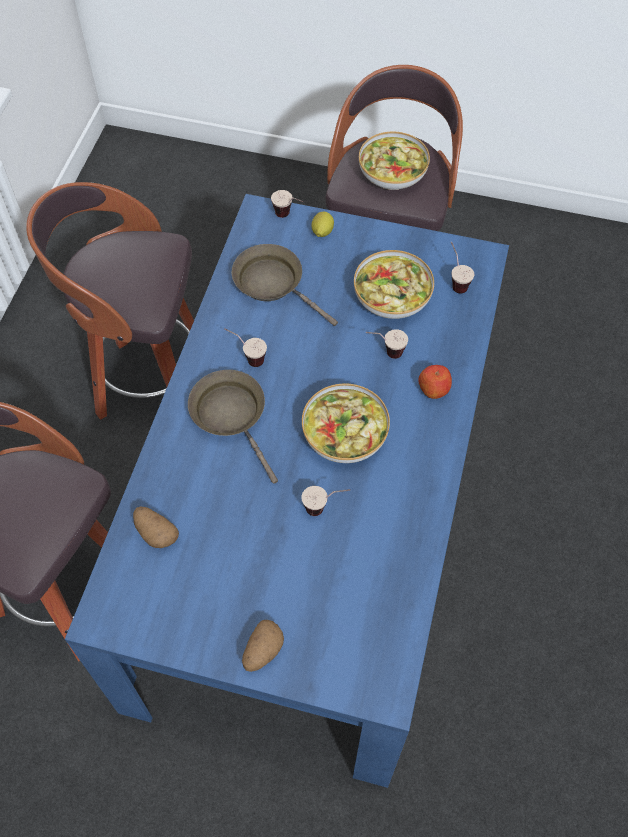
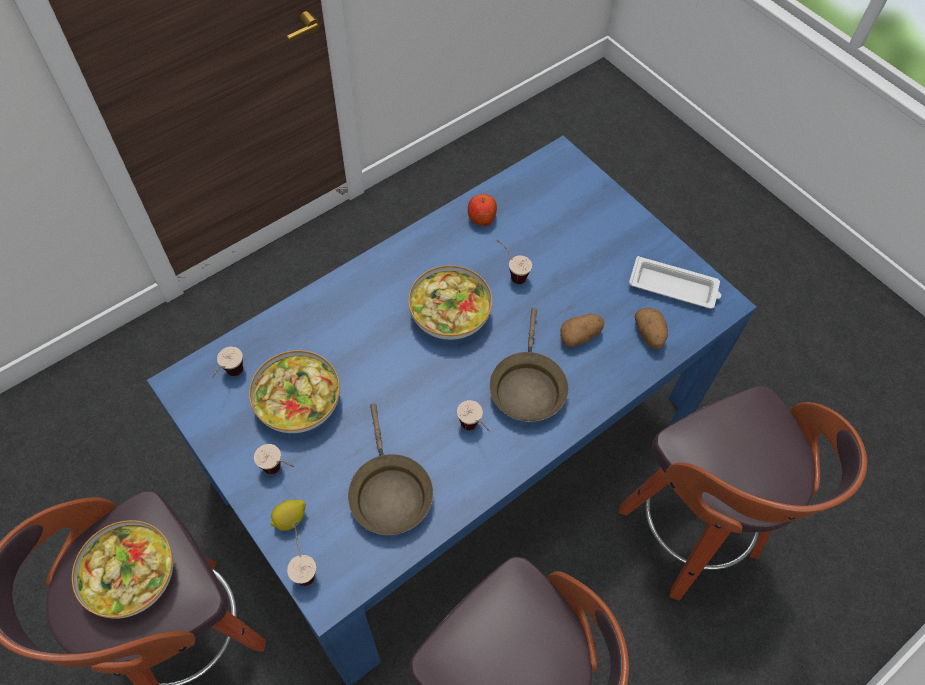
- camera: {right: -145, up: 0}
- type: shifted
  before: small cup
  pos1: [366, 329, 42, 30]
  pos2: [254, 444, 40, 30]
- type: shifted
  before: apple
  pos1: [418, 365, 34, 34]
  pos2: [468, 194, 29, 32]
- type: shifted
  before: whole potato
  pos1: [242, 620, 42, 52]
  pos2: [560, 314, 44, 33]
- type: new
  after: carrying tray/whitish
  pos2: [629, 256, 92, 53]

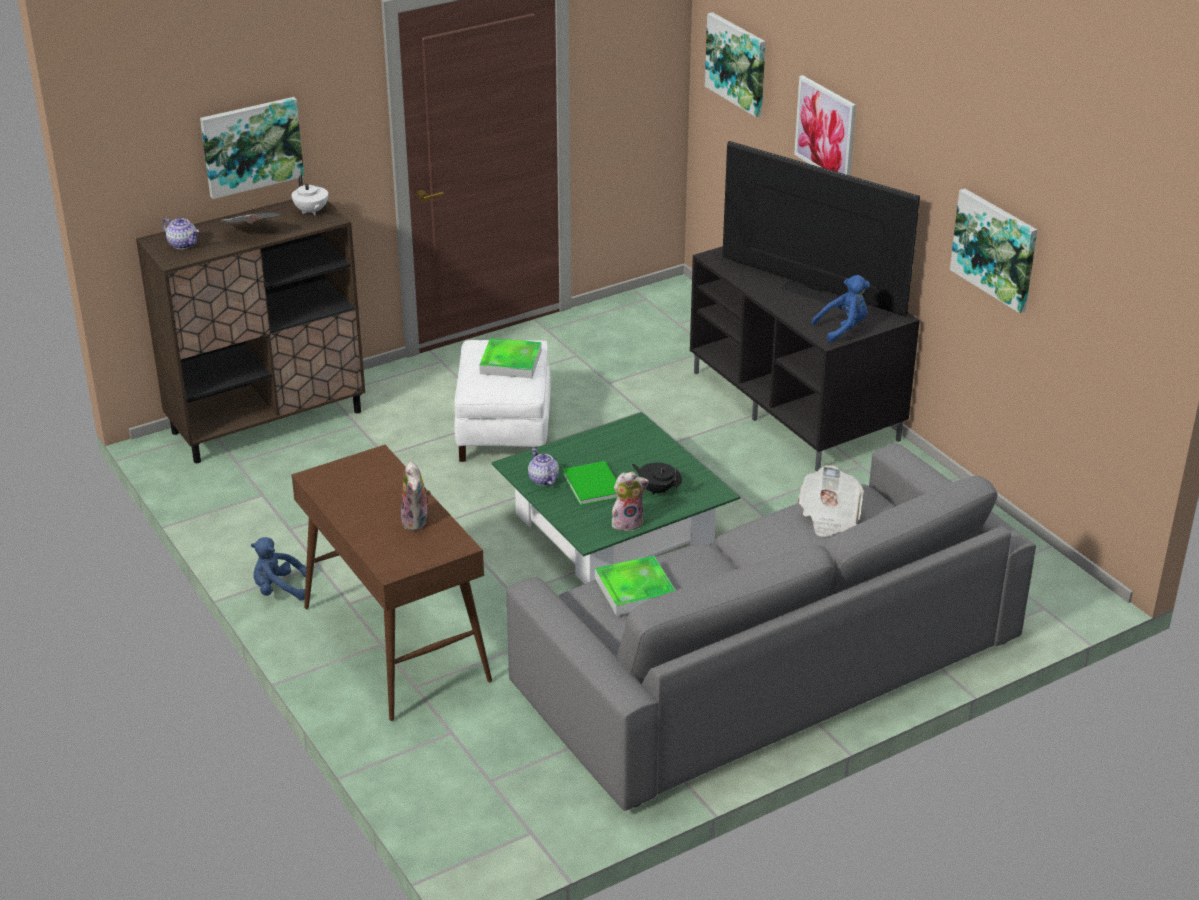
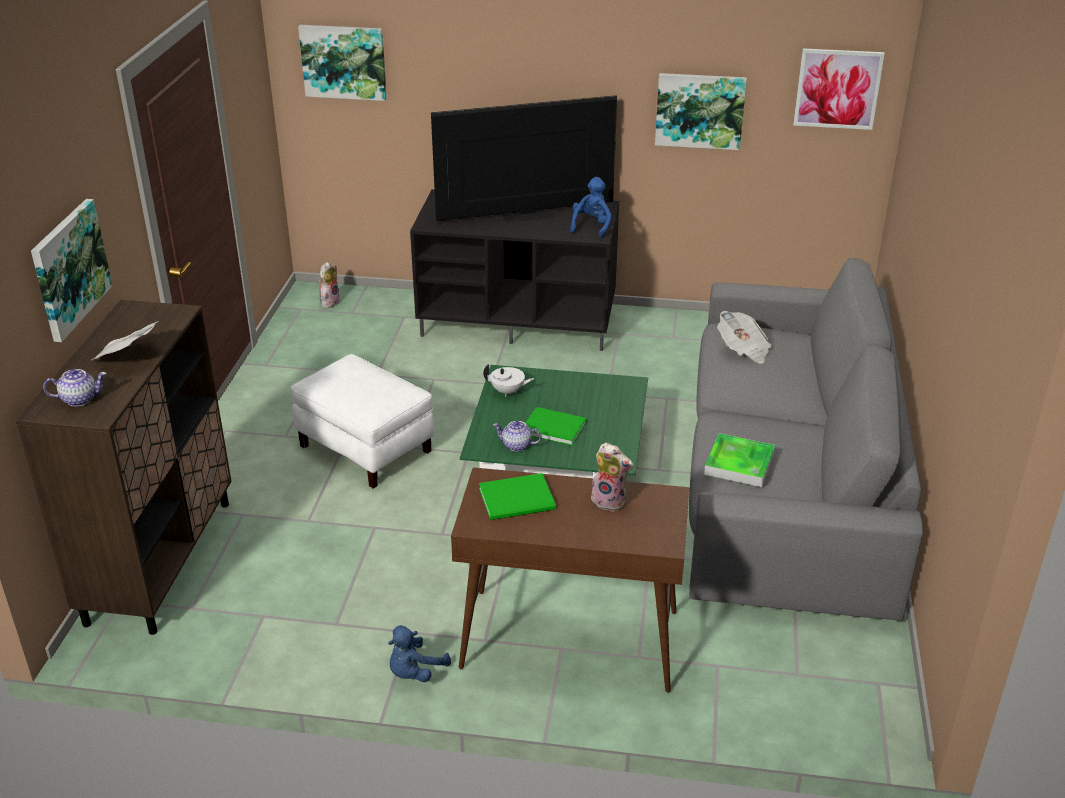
- camera: {right: -50, up: 0}
- type: shifted
  before: picture
  pos1: [794, 75, 62, 101]
  pos2: [793, 48, 92, 82]
- type: shifted
  before: teapot/whitish
  pos1: [291, 175, 37, 40]
  pos2: [483, 364, 51, 33]
- type: gone
  before: carrying tray
  pos1: [479, 338, 63, 40]
- type: gone
  before: teapot/black-coloured
  pos1: [632, 463, 50, 32]
- type: shifted
  before: plush toy
  pos1: [612, 472, 37, 59]
  pos2: [318, 261, 22, 47]
- type: new
  after: book/greenish
  pos2: [479, 473, 77, 47]

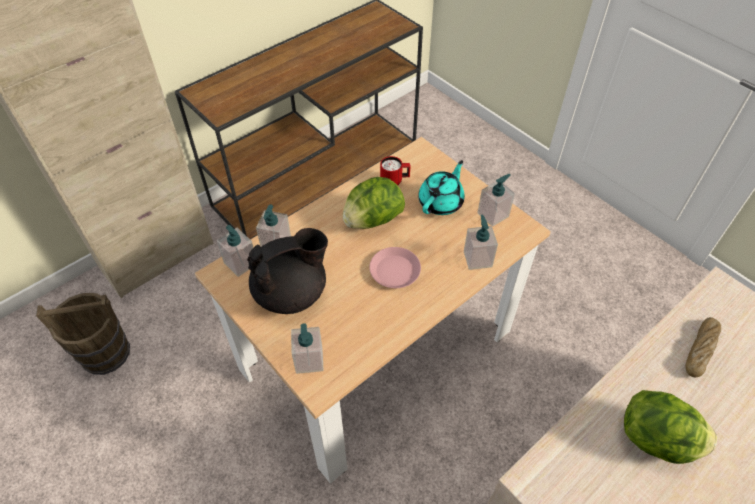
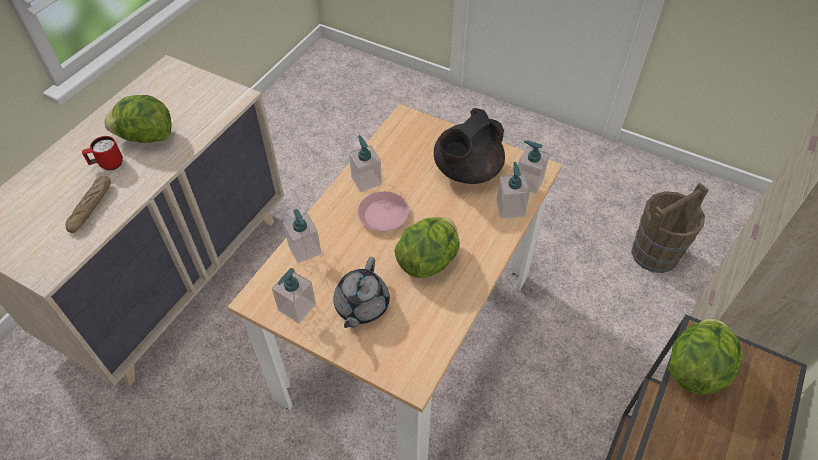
- camera: {right: 160, up: 0}
- type: shifted
  before: coffee mug/reddish
  pos1: [380, 156, 31, 29]
  pos2: [82, 136, 41, 34]
- type: repainted
  before: teapot/blue-green
  after: teapot/greyish
  pos1: [418, 160, 47, 55]
  pos2: [333, 257, 57, 71]
- type: shifted
  before: liquid soap bottle
  pos1: [291, 323, 33, 51]
  pos2: [349, 135, 33, 57]
- type: new
  after: lettuce
  pos2: [669, 318, 74, 76]

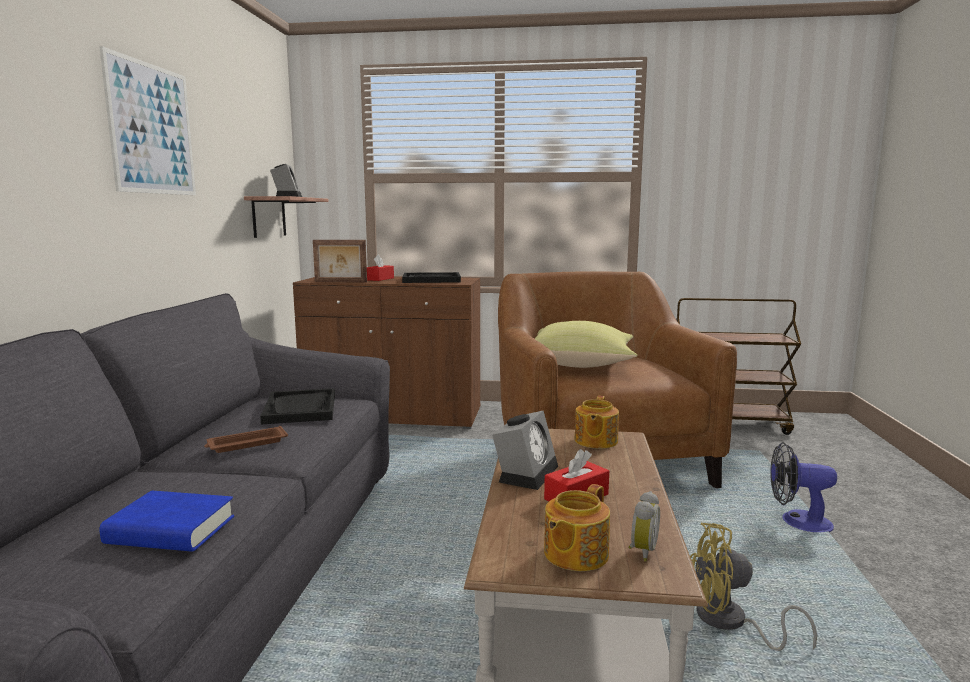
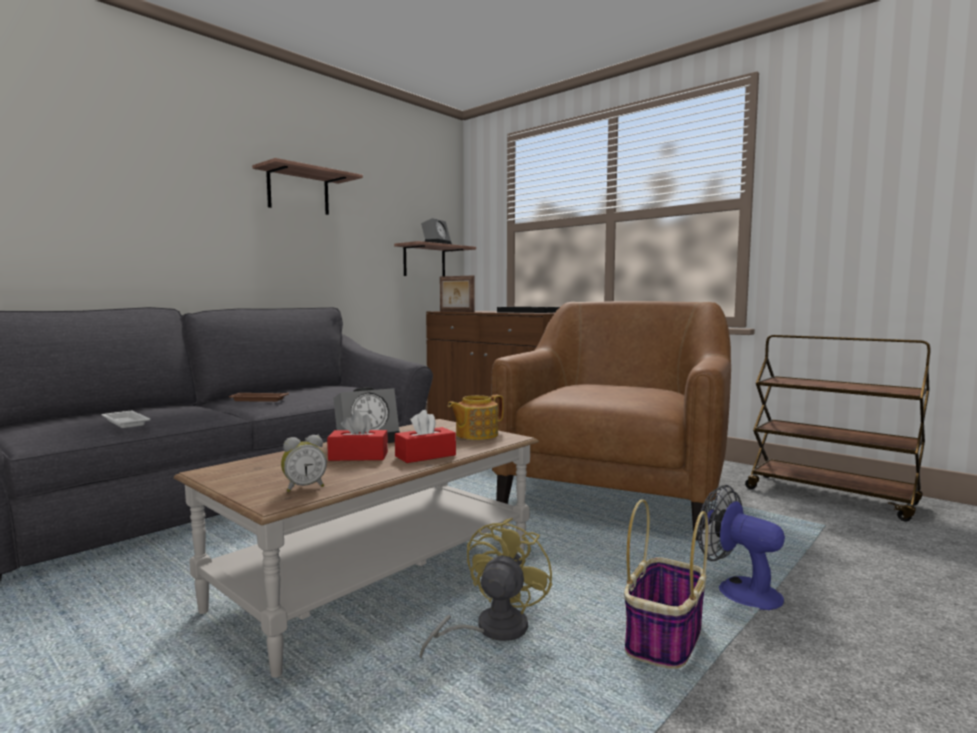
- camera: {right: 35, up: -5}
- type: swapped
  before: picture
  after: shelf
  pos1: [99, 46, 97, 149]
  pos2: [252, 158, 111, 57]
- type: shifted
  before: box of tissues/reddish
  pos1: [367, 254, 27, 27]
  pos2: [395, 410, 61, 53]
- type: gone
  before: pillow/yellowish
  pos1: [535, 321, 103, 47]
- type: gone
  before: carrying tray/black-coloured
  pos1: [260, 388, 75, 36]
- type: gone
  before: teapot
  pos1: [544, 484, 66, 87]
- type: swapped
  before: book/blue-coloured
  after: carrying tray/whitish
  pos1: [99, 491, 135, 61]
  pos2: [101, 411, 50, 17]
- type: rotated
  before: fan/yellowish
  pos1: [690, 523, 127, 128]
  pos2: [420, 518, 133, 141]
  turn: 75
- type: new
  after: basket
  pos2: [624, 499, 84, 170]

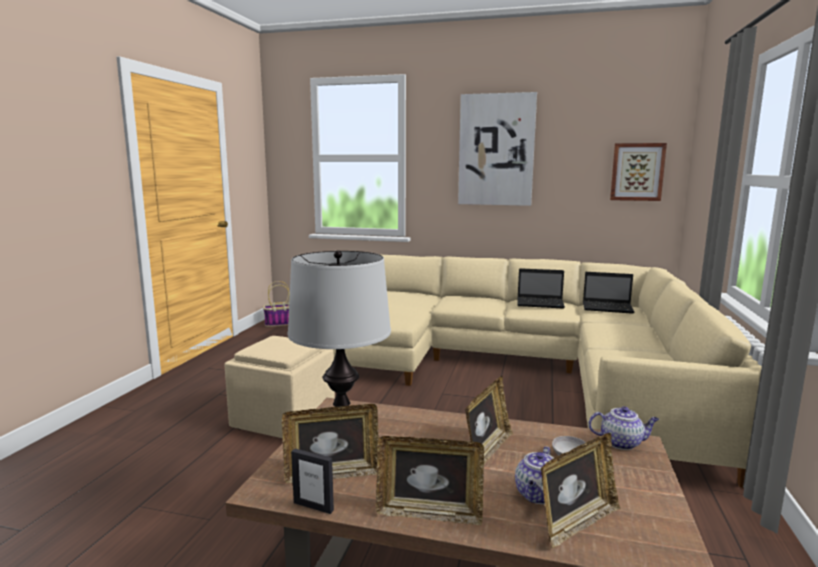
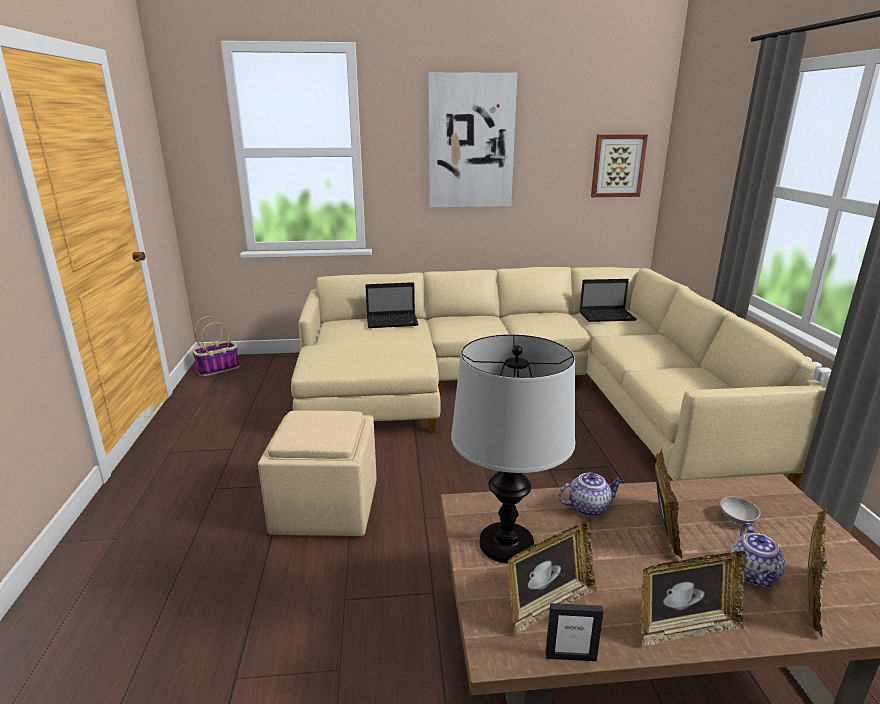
- camera: {right: -20, up: 10}
- type: shifted
  before: notebook computer
  pos1: [517, 268, 48, 41]
  pos2: [365, 282, 54, 46]
- type: shifted
  before: teapot
  pos1: [588, 406, 71, 44]
  pos2: [558, 473, 65, 43]

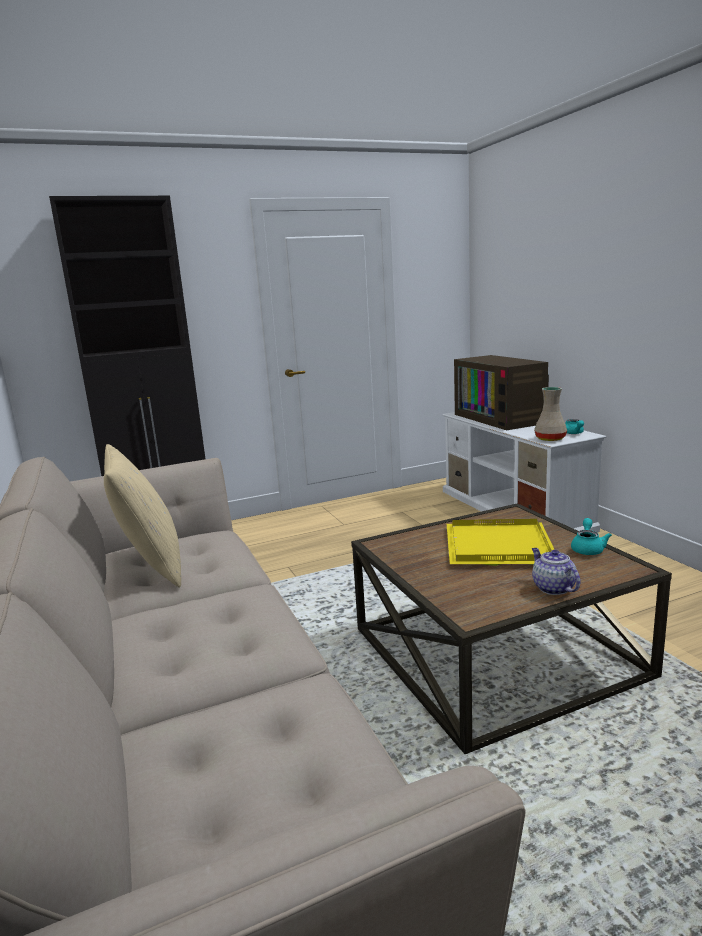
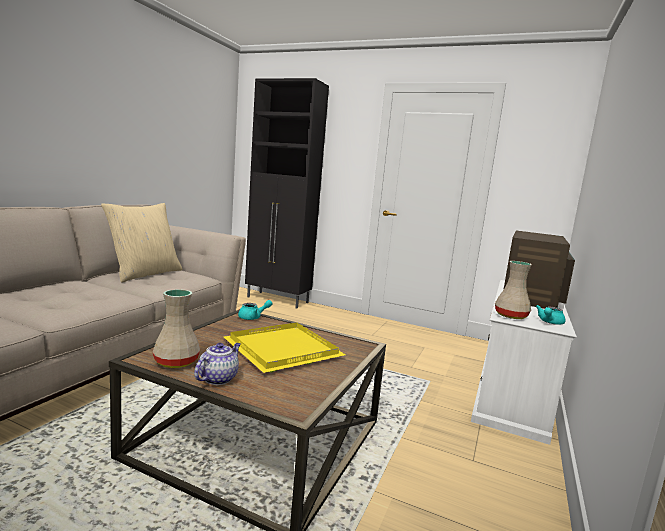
- camera: {right: 45, up: -5}
- type: shifted
  before: teapot/blue-green
  pos1: [571, 518, 41, 37]
  pos2: [238, 300, 35, 20]
- type: new
  after: flower vase/beige
  pos2: [152, 289, 48, 79]

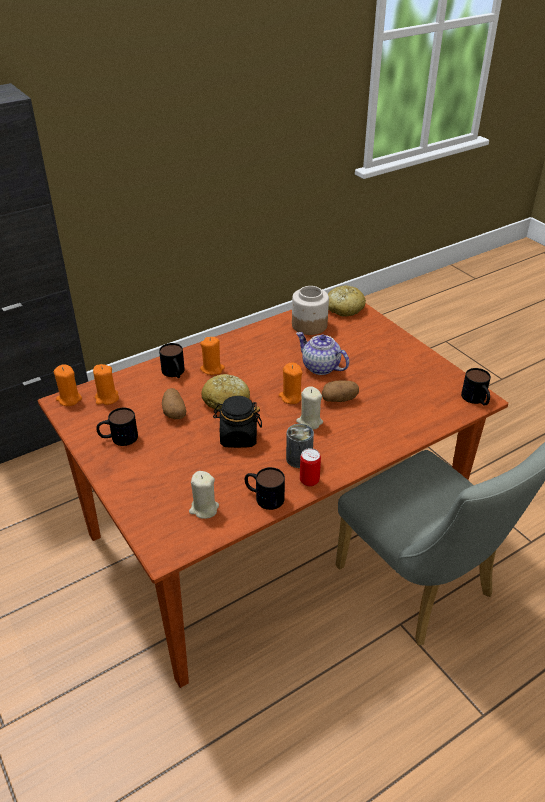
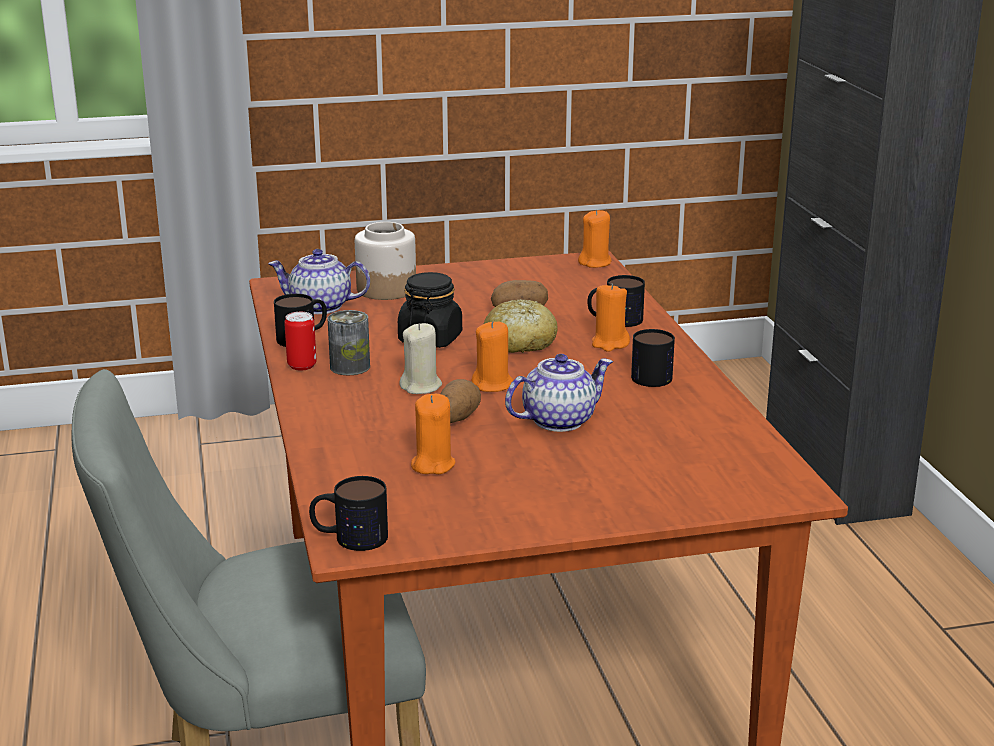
- camera: {right: 110, up: -15}
- type: shifted
  before: preserve jar
  pos1: [292, 286, 37, 49]
  pos2: [355, 222, 61, 78]
- type: gone
  before: bread
  pos1: [328, 286, 38, 30]
- type: shifted
  before: candle/orange-coloured
  pos1: [93, 364, 26, 41]
  pos2: [411, 394, 44, 80]
- type: shifted
  before: coffee mug
  pos1: [96, 407, 42, 39]
  pos2: [631, 329, 44, 58]
- type: swapped
  before: candle/beige
  after: teapot
  pos1: [189, 471, 30, 48]
  pos2: [268, 249, 102, 65]

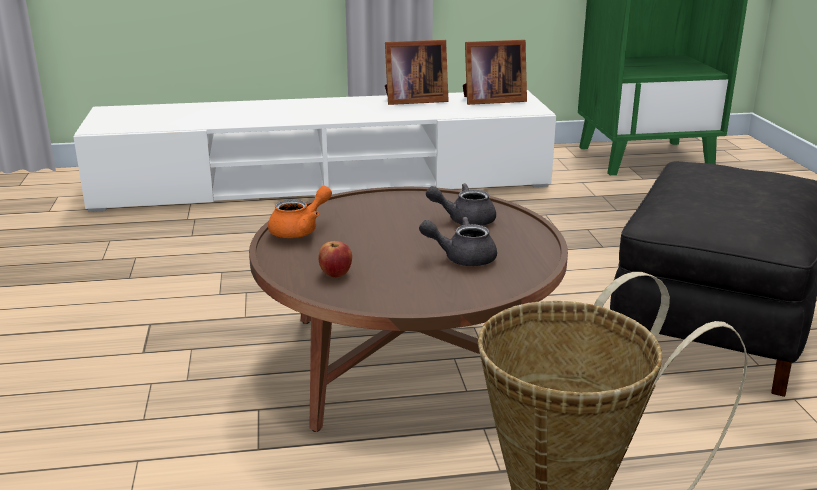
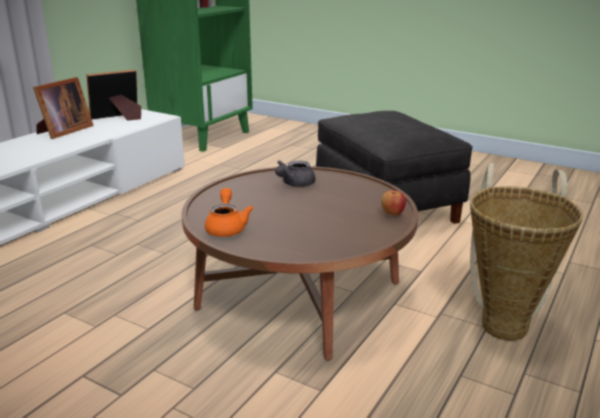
- camera: {right: -50, up: 0}
- type: rotated
  before: standing frame
  pos1: [463, 40, 64, 65]
  pos2: [86, 70, 55, 51]
  turn: -150
- type: gone
  before: teapot/greyish
  pos1: [419, 217, 78, 49]
- type: shifted
  before: apple
  pos1: [318, 241, 34, 37]
  pos2: [381, 190, 25, 25]

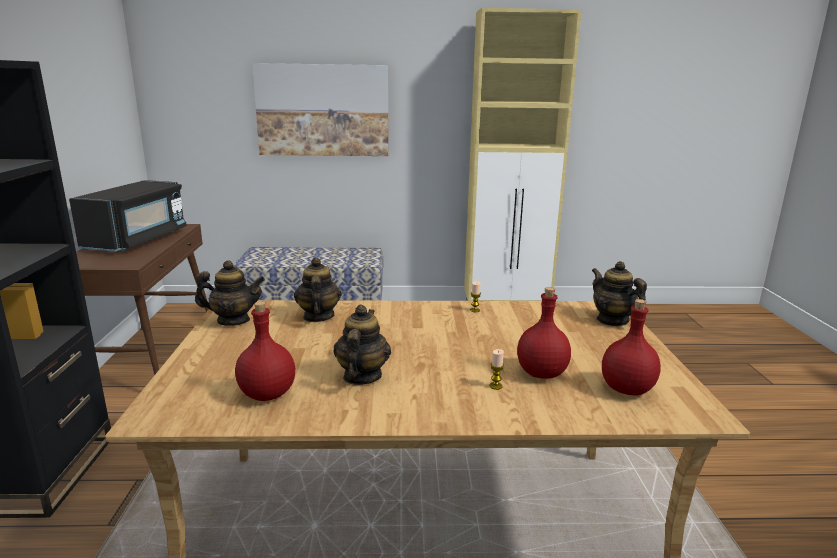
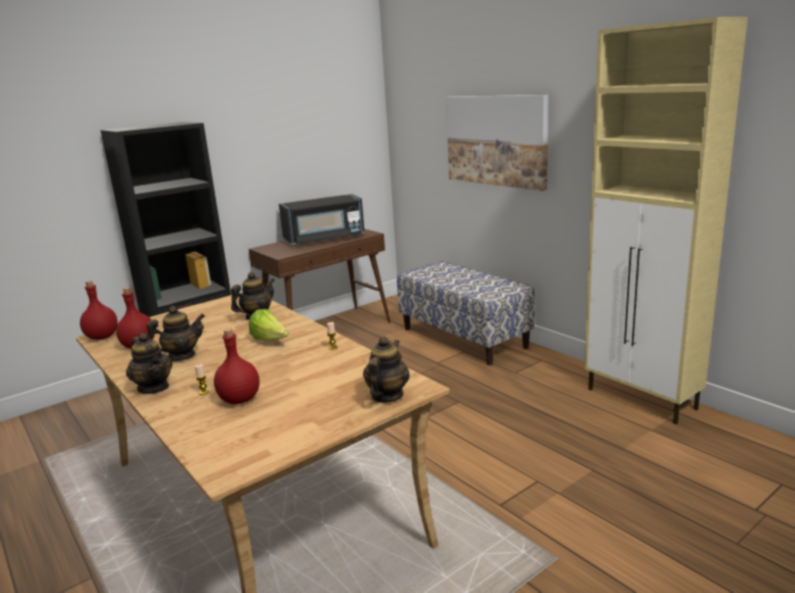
- camera: {right: 55, up: 0}
- type: shifted
  before: teapot
  pos1: [195, 260, 70, 66]
  pos2: [126, 333, 47, 61]
- type: shifted
  before: bottle/reddish
  pos1: [602, 299, 59, 97]
  pos2: [80, 281, 38, 59]
- type: new
  after: lettuce
  pos2: [249, 309, 40, 32]

